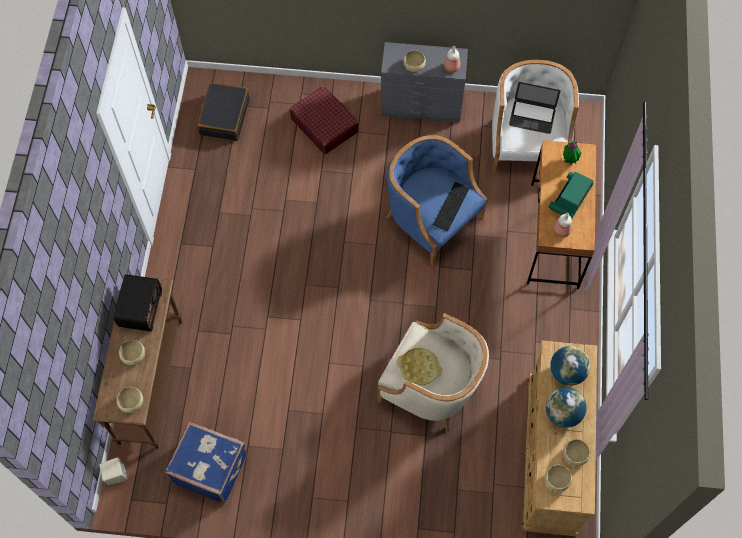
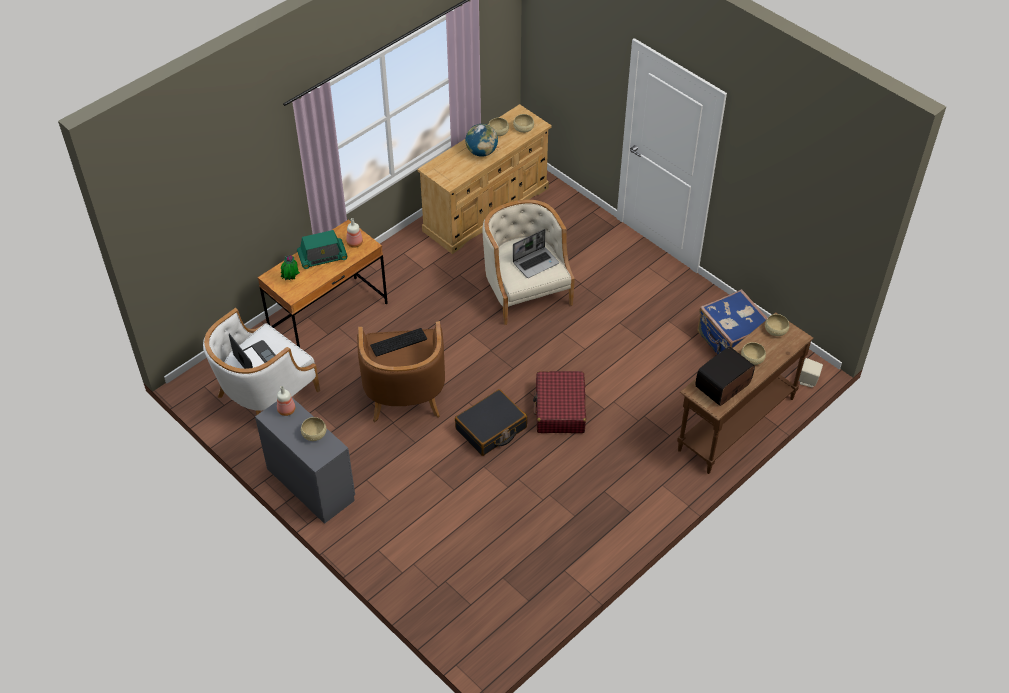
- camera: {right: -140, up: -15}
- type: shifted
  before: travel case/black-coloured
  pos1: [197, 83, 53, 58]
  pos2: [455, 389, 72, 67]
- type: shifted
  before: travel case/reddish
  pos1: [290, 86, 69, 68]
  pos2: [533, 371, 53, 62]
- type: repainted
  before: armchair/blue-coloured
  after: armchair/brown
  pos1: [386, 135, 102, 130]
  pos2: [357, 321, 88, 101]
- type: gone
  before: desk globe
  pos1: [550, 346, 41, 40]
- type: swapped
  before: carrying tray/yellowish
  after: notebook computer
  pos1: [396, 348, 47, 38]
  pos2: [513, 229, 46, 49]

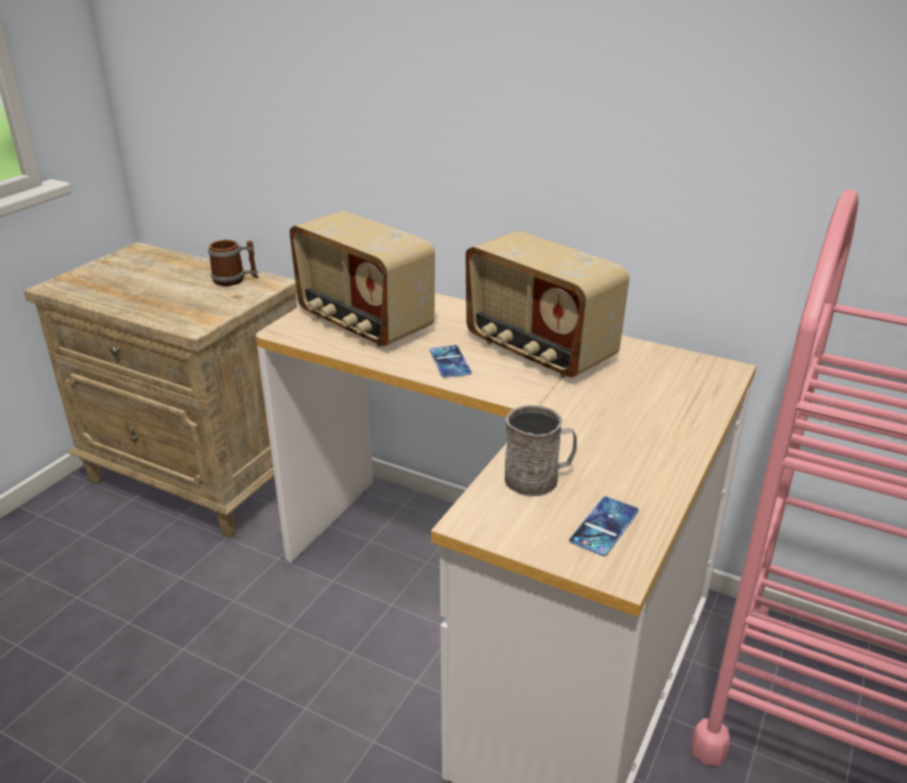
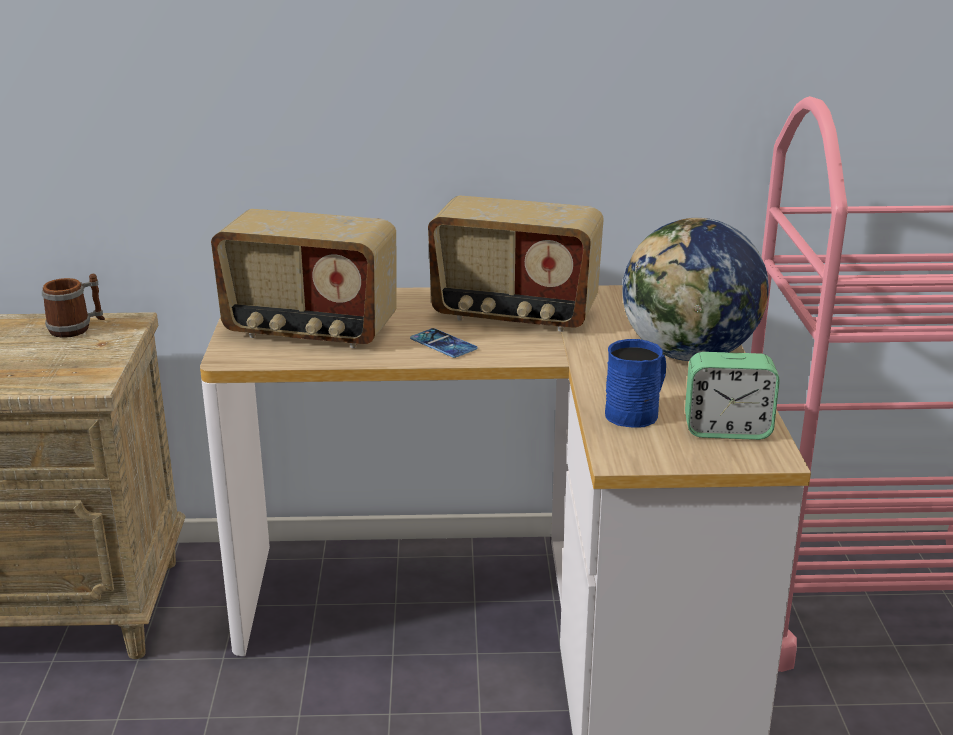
- camera: {right: -30, up: -5}
- type: repainted
  before: coffee mug/greyish
  after: coffee mug/blue-coloured
  pos1: [504, 405, 73, 92]
  pos2: [605, 339, 61, 89]
- type: swapped
  before: handset
  after: alarm clock
  pos1: [569, 496, 70, 60]
  pos2: [685, 352, 95, 88]
- type: new
  after: desk globe
  pos2: [622, 218, 147, 143]

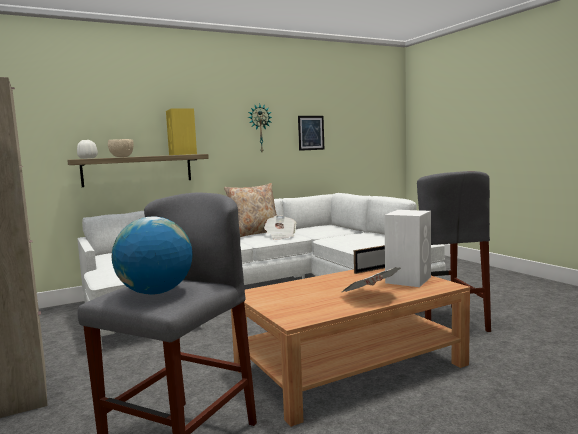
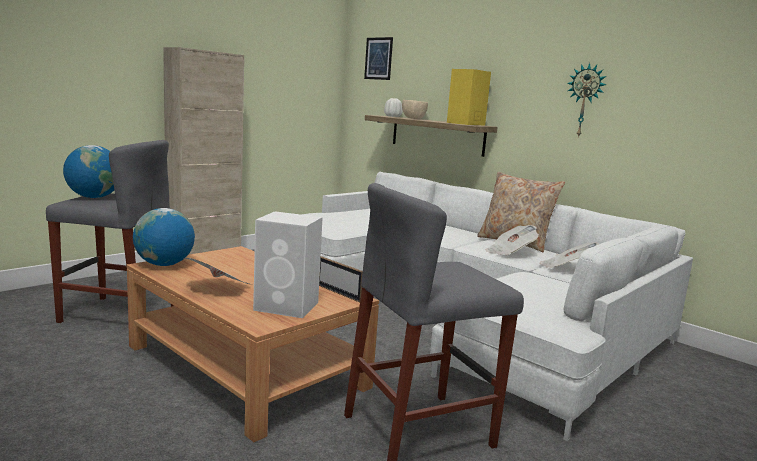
- camera: {right: 70, up: 5}
- type: shifted
  before: picture
  pos1: [298, 116, 27, 35]
  pos2: [364, 37, 29, 43]
- type: new
  after: desk globe
  pos2: [133, 208, 62, 58]
- type: new
  after: newspaper
  pos2: [539, 242, 60, 26]

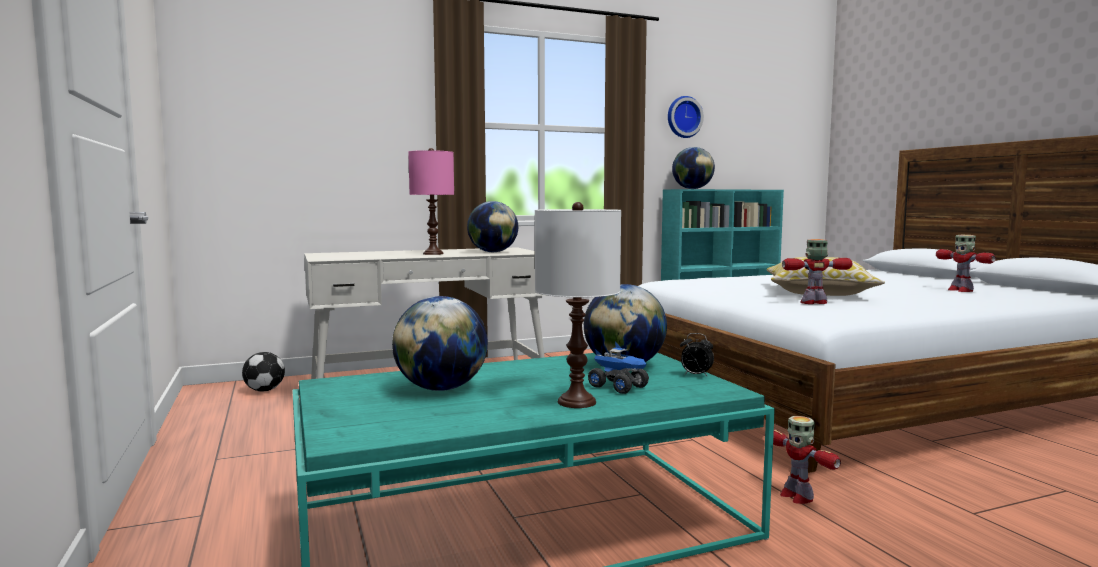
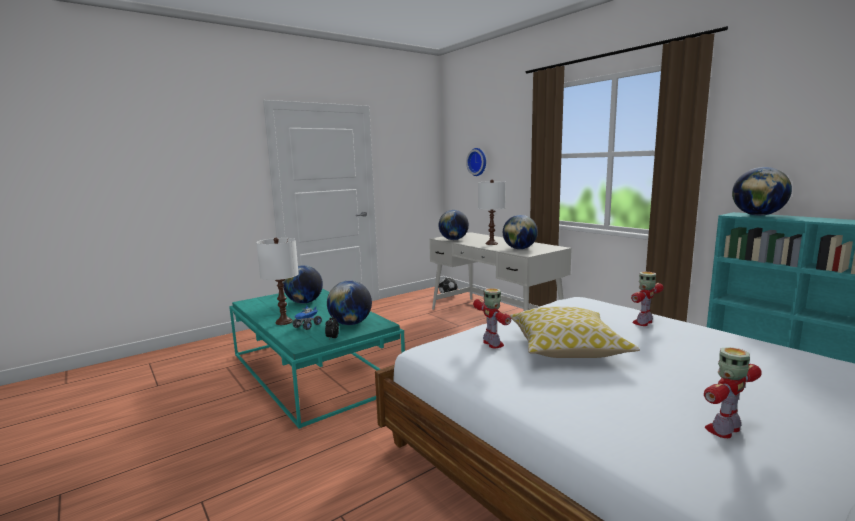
- camera: {right: 75, up: 5}
- type: shifted
  before: wall clock
  pos1: [668, 96, 36, 42]
  pos2: [466, 148, 20, 28]
- type: repainted
  before: tabletop lamp/pinkish
  after: tabletop lamp/whitish
  pos1: [408, 148, 46, 107]
  pos2: [478, 180, 28, 65]
- type: shifted
  before: toy robot
  pos1: [773, 416, 68, 88]
  pos2: [631, 272, 33, 54]
- type: new
  after: desk globe
  pos2: [438, 210, 31, 30]

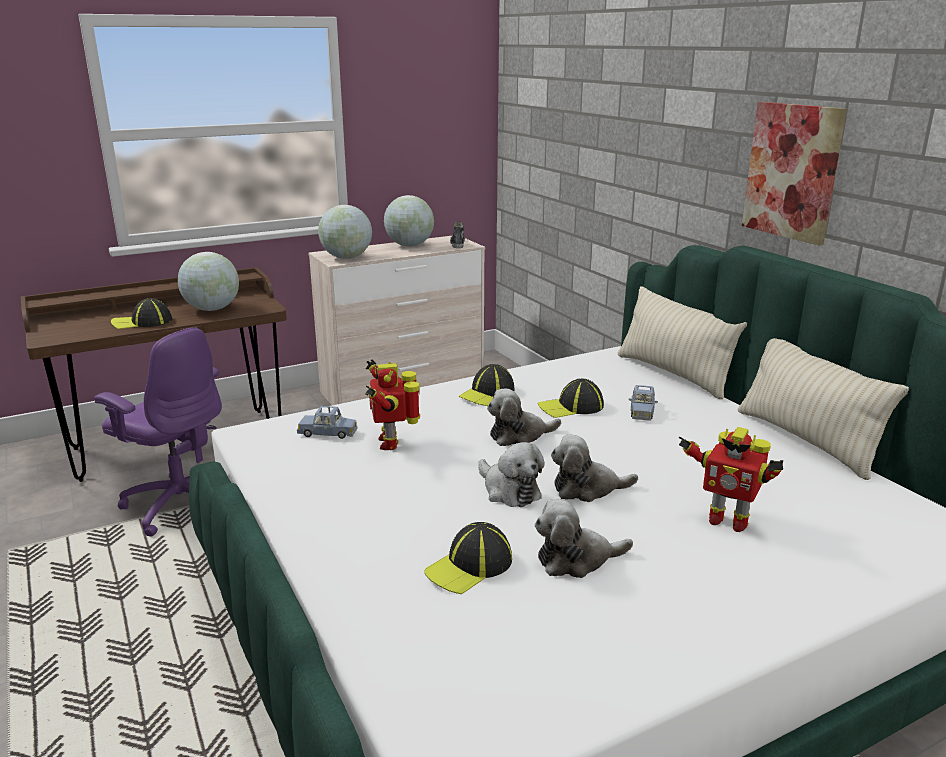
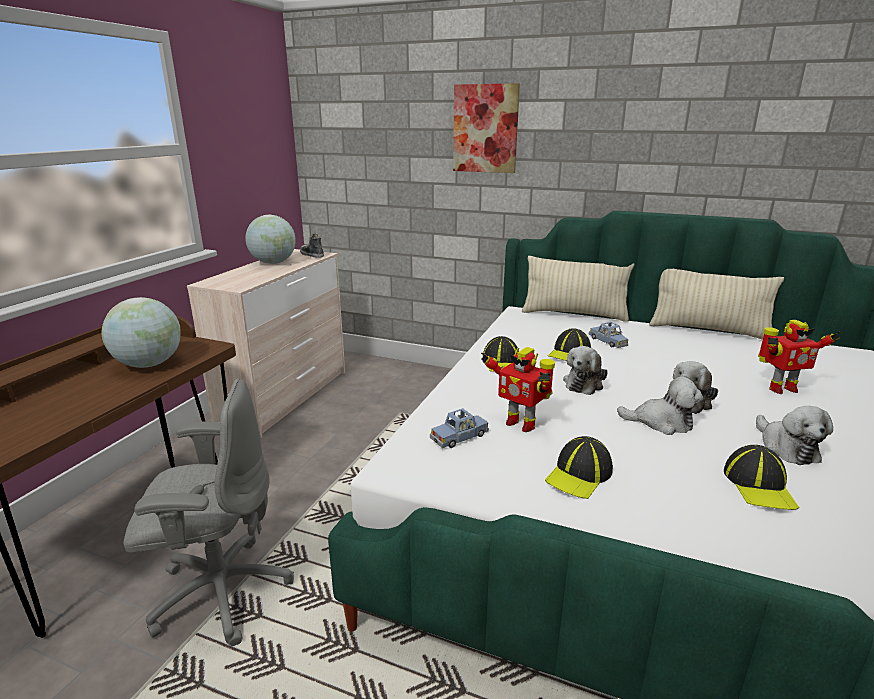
- camera: {right: -40, up: 0}
- type: shifted
  before: picture
  pos1: [742, 102, 105, 144]
  pos2: [453, 83, 67, 90]
- type: gone
  before: desk globe
  pos1: [318, 205, 54, 54]
- type: shifted
  before: baseball cap
  pos1: [111, 298, 61, 31]
  pos2: [545, 436, 68, 63]
- type: repainted
  before: desk chair/purplish
  after: desk chair/greyish
  pos1: [94, 327, 128, 210]
  pos2: [124, 379, 170, 267]
- type: rotated
  before: plush toy
  pos1: [535, 499, 98, 79]
  pos2: [756, 406, 77, 59]
  turn: -45

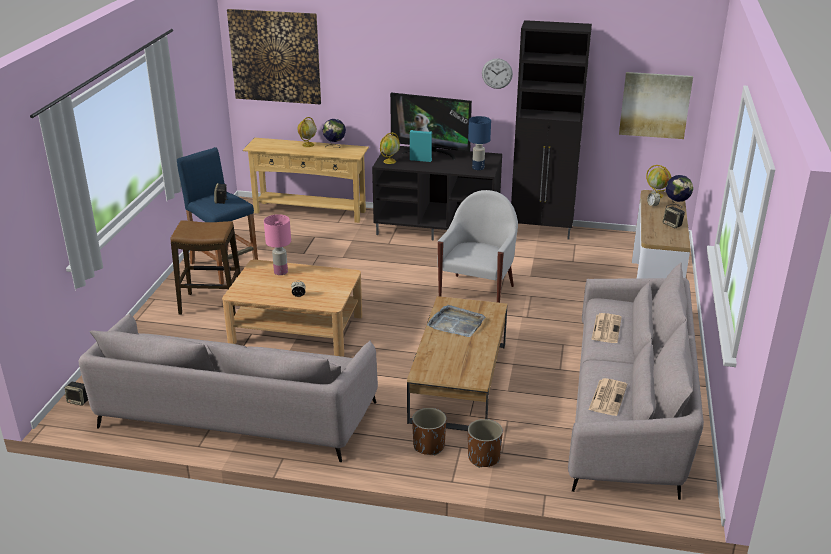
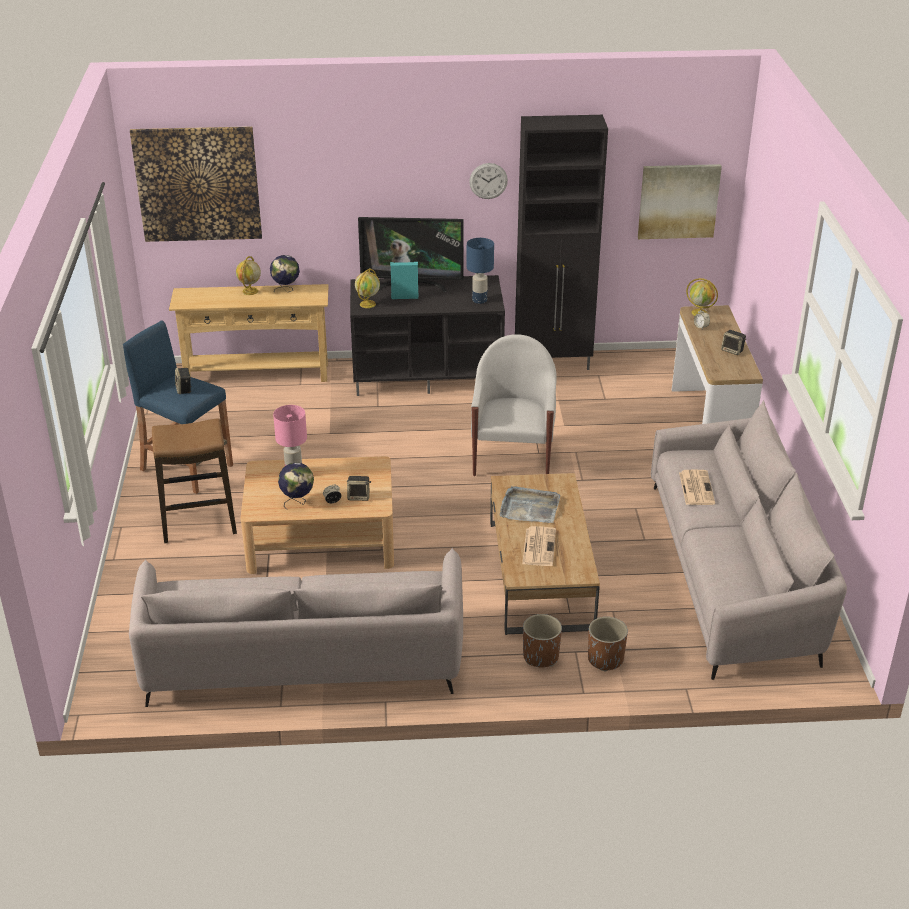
- camera: {right: -15, up: 5}
- type: shifted
  before: desk globe
  pos1: [666, 175, 27, 33]
  pos2: [278, 462, 36, 47]
- type: shifted
  before: newspaper
  pos1: [589, 378, 38, 38]
  pos2: [522, 526, 34, 40]
- type: shifted
  before: audio speaker
  pos1: [65, 382, 23, 24]
  pos2: [347, 476, 24, 25]

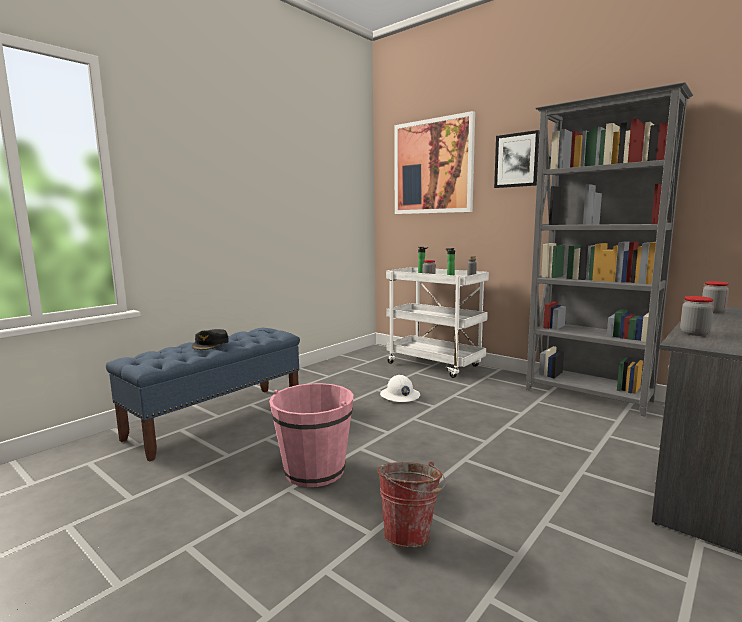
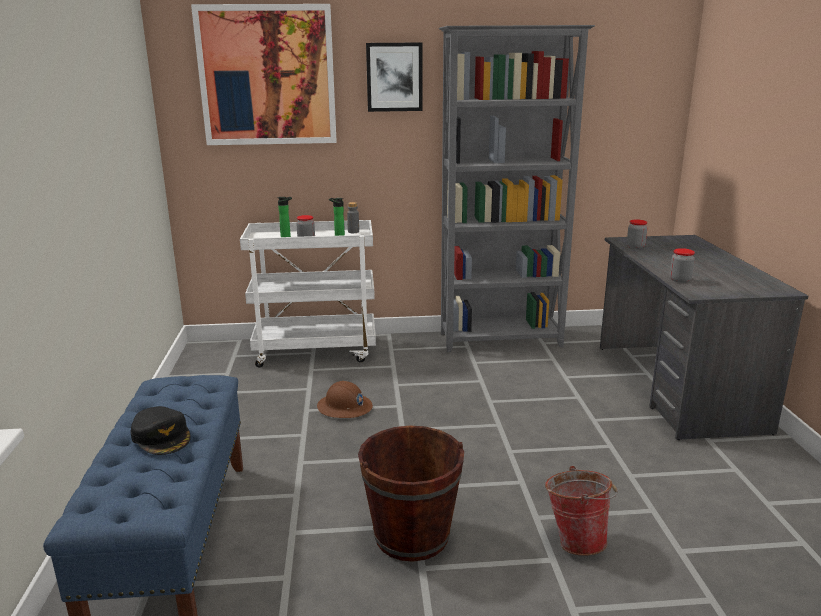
- camera: {right: -45, up: 10}
- type: repainted
  before: safety helmet/whitish
  after: safety helmet/brown
  pos1: [380, 375, 40, 27]
  pos2: [317, 381, 56, 37]
- type: repainted
  before: water bucket/pinkish
  after: water bucket/brown
  pos1: [269, 383, 84, 104]
  pos2: [358, 426, 106, 136]

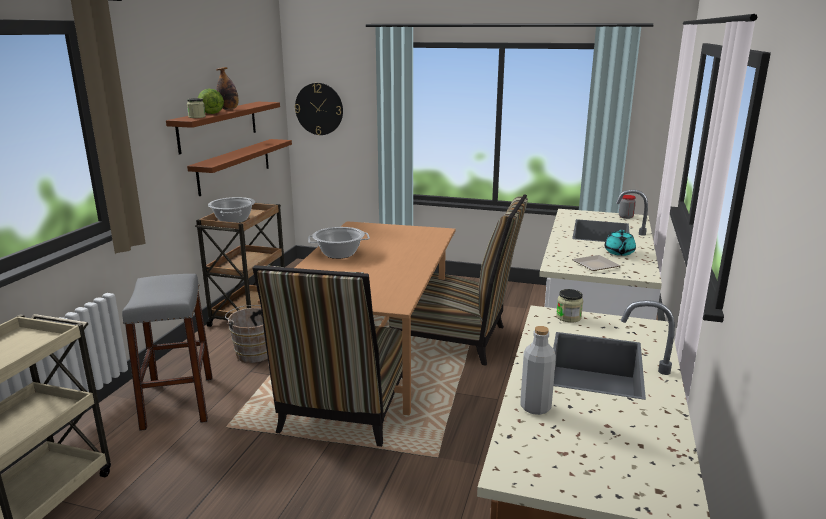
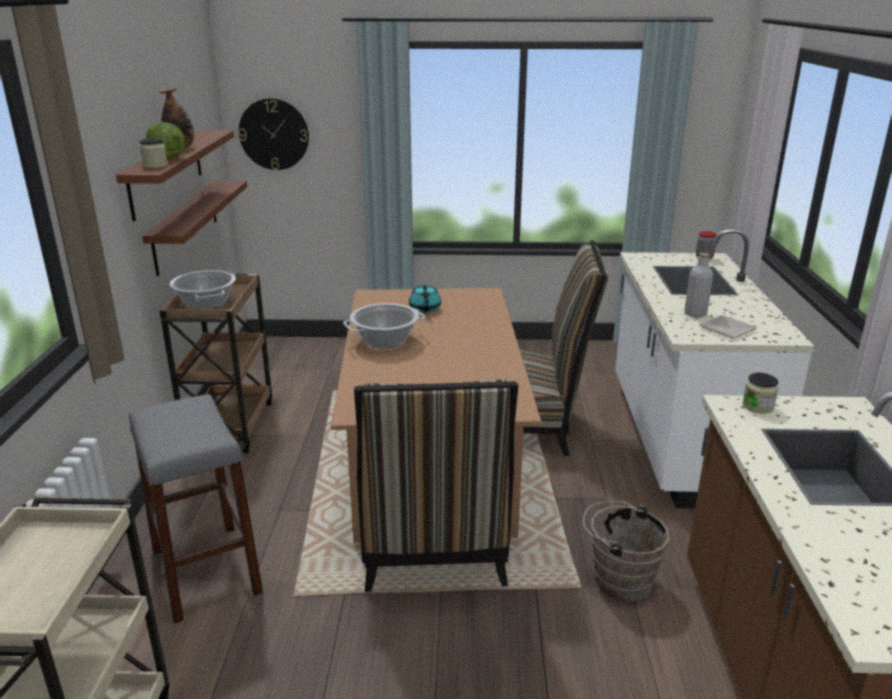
- camera: {right: -15, up: 5}
- type: shifted
  before: teapot/blue-green
  pos1: [604, 230, 32, 26]
  pos2: [409, 284, 32, 29]
- type: shifted
  before: water bucket/brown
  pos1: [225, 305, 43, 58]
  pos2: [583, 501, 87, 101]
- type: shifted
  before: bottle/greyish
  pos1: [520, 326, 36, 89]
  pos2: [684, 253, 29, 64]

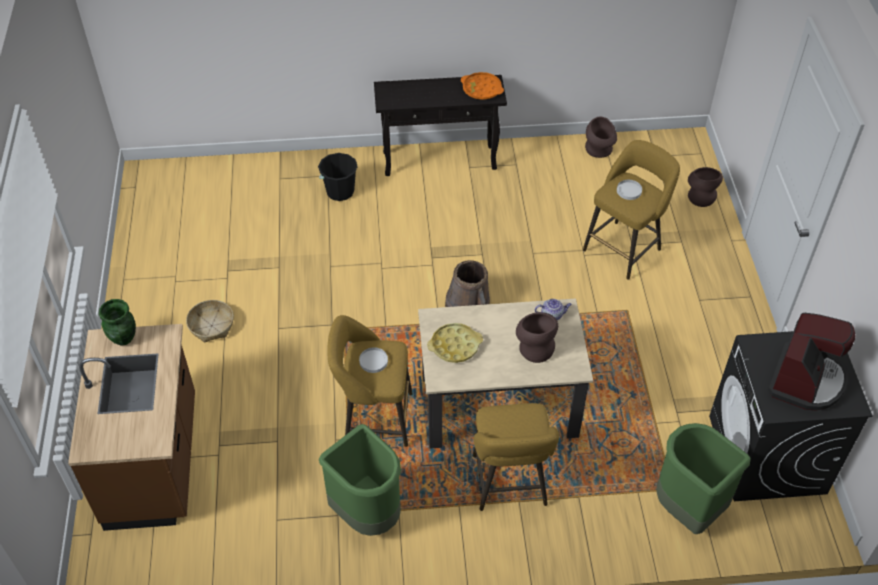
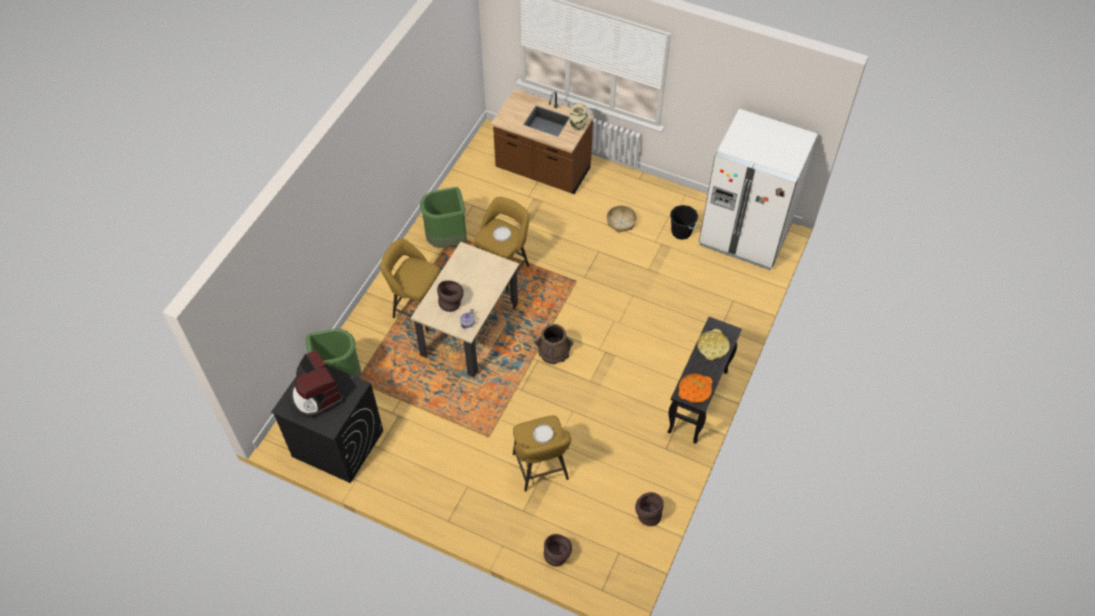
- camera: {right: 120, up: 5}
- type: shifted
  before: water bucket/black-coloured
  pos1: [318, 153, 40, 48]
  pos2: [670, 205, 28, 35]
- type: repainted
  before: flower vase/greenish
  after: flower vase/beige
  pos1: [99, 299, 37, 46]
  pos2: [569, 102, 19, 29]
- type: shifted
  before: carrying tray/yellowish
  pos1: [427, 323, 56, 40]
  pos2: [697, 329, 33, 31]
- type: new
  after: kitchen fridge/whitish
  pos2: [699, 109, 119, 161]

